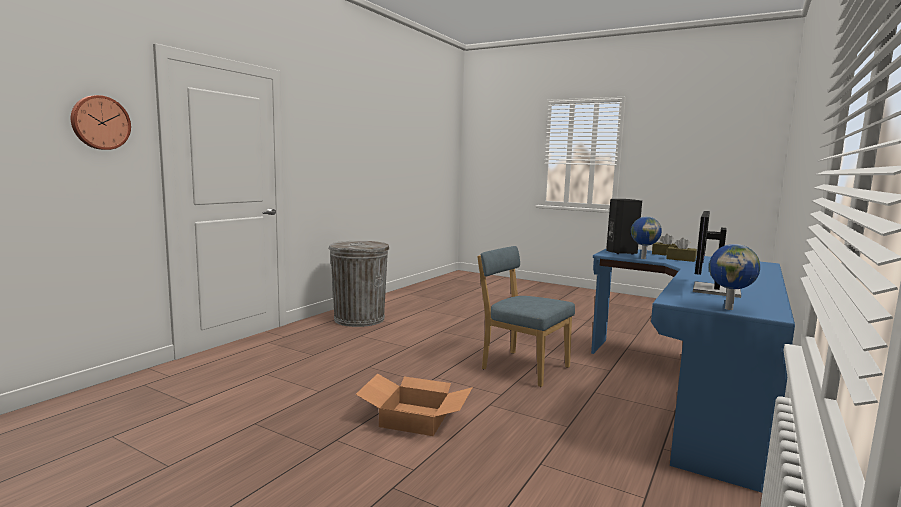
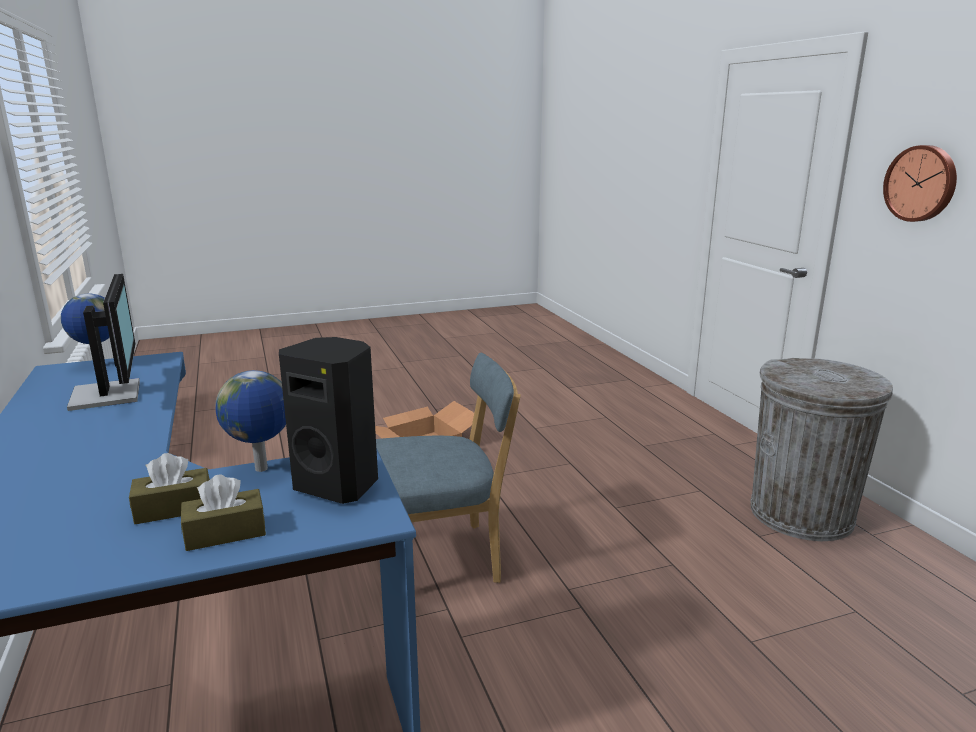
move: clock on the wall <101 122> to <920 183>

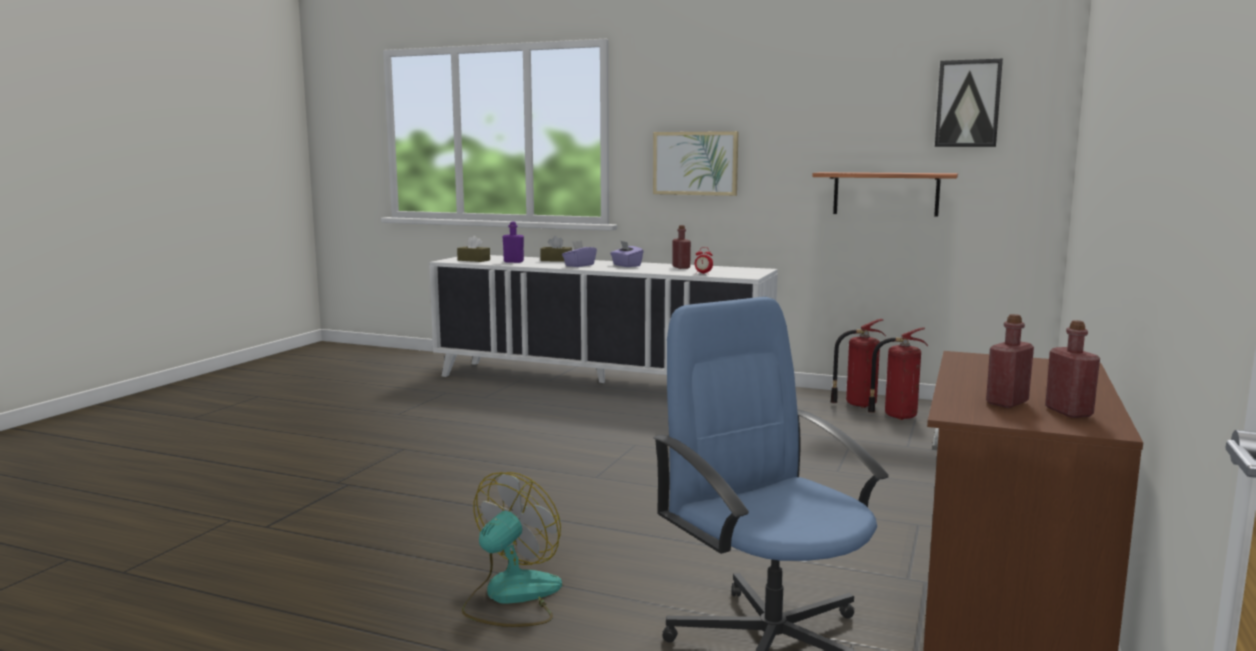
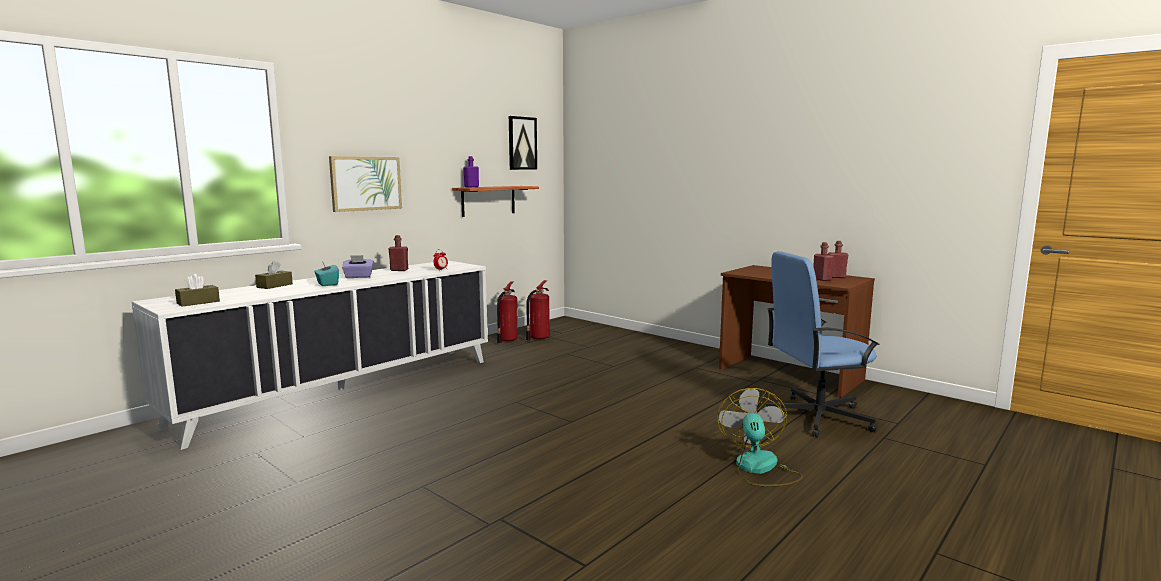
move: purple-coloured bottle <513 242> to <471 171>
recolor: purple-coloured tissue holder <579 253> to turquoise tissue holder <326 273>
rotate: fan <512 549> = <760 437> 45 degrees clockwise

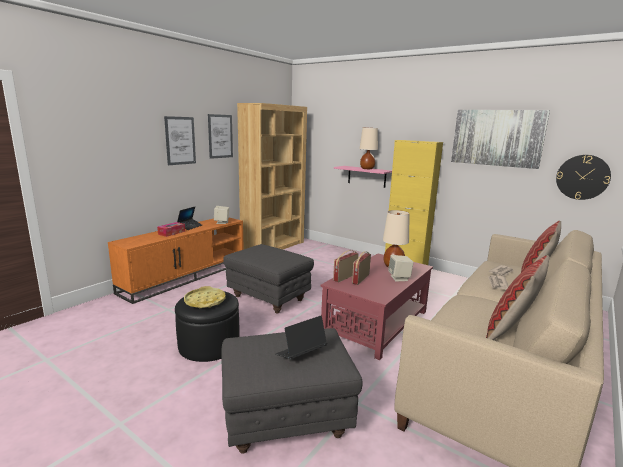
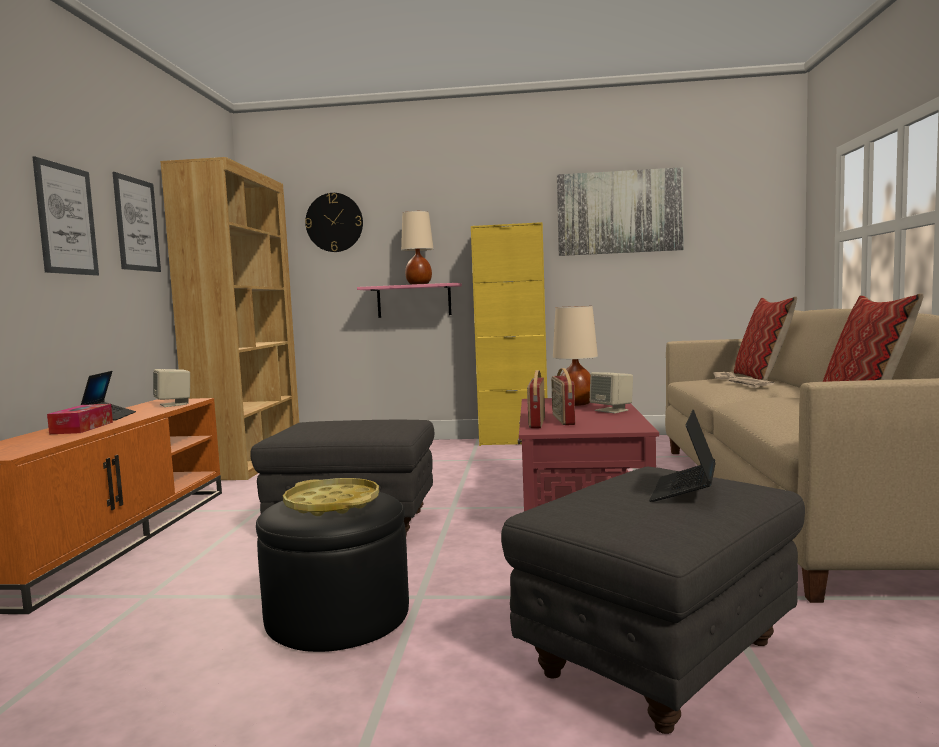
move: clock on the wall <583 177> to <334 222>

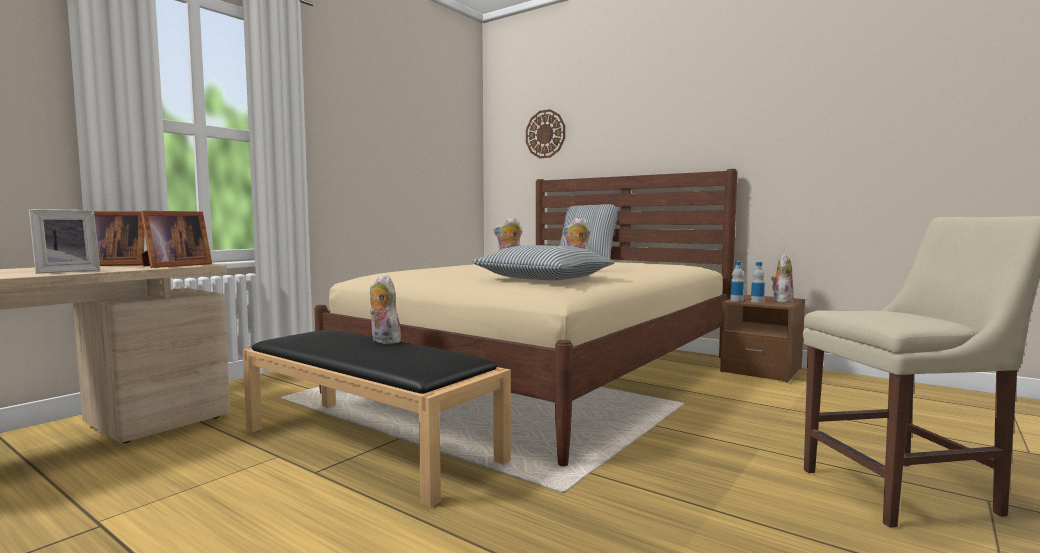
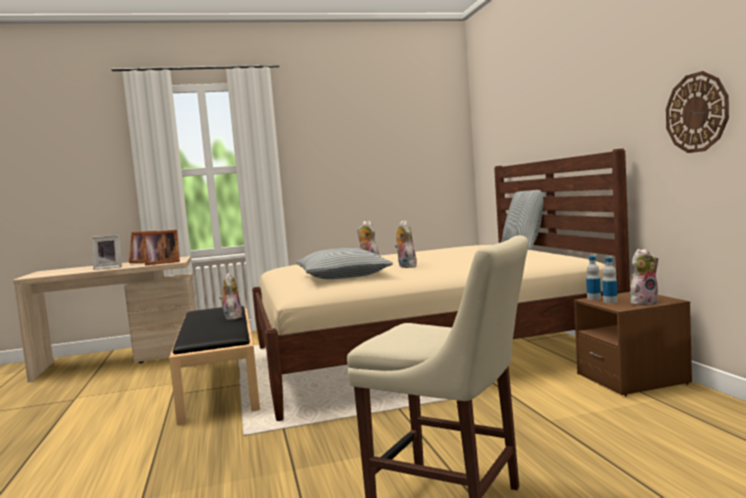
move: clock on the wall <545 133> to <697 112>

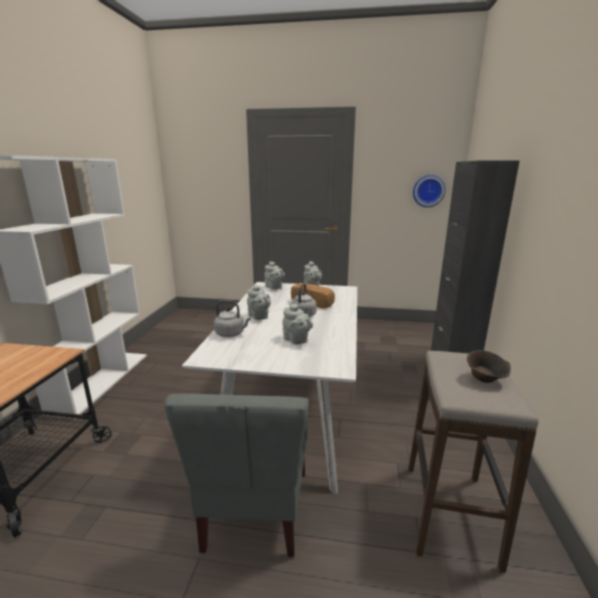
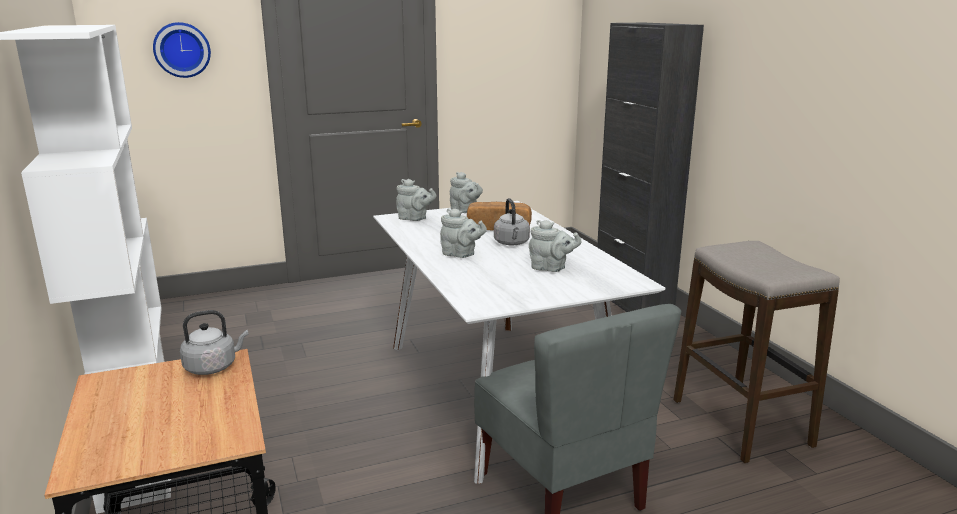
delete: brown bowl <489 366>
move: grey kettle <232 318> to <214 342>; clock on the wall <429 191> to <182 50>

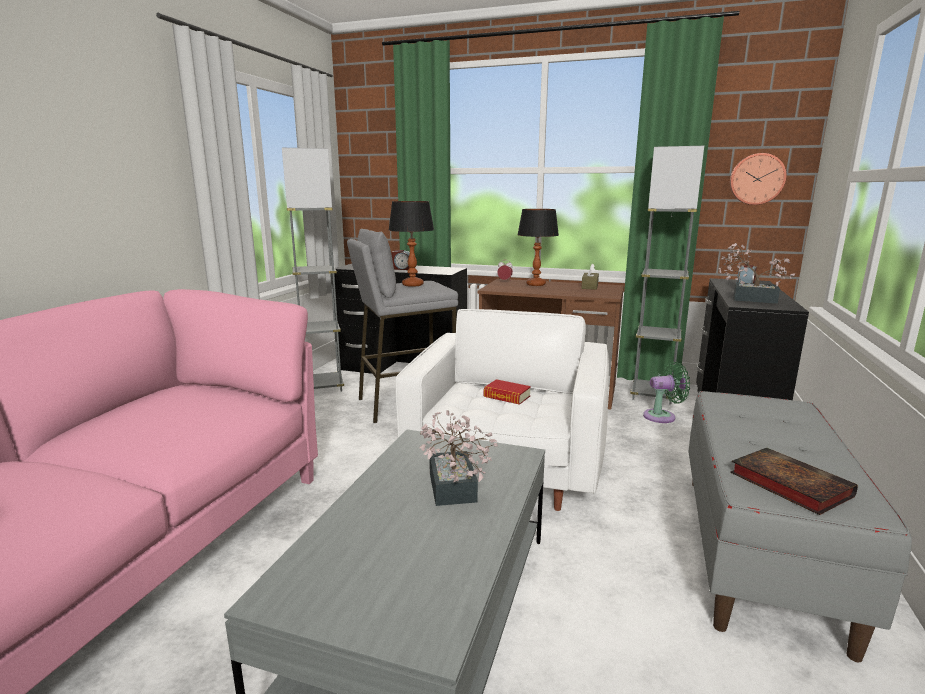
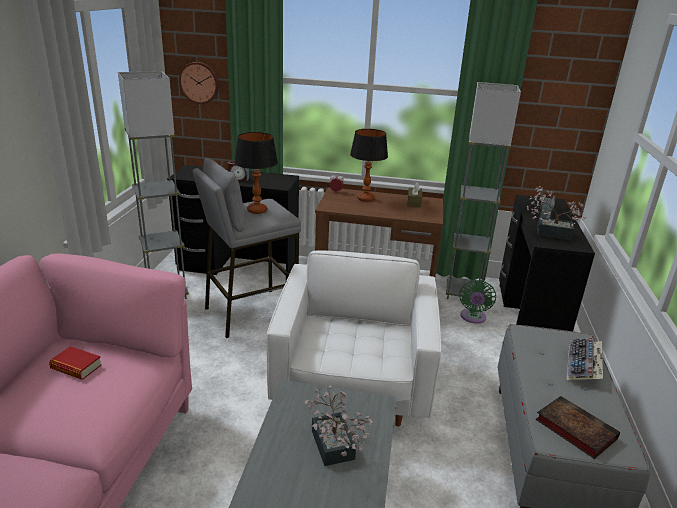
insert: computer keyboard <585 358>
move: bound book <507 392> to <75 363>; clock on the wall <758 179> to <199 83>
rotate: green-coloured fan <666 392> = <477 302> 120 degrees clockwise

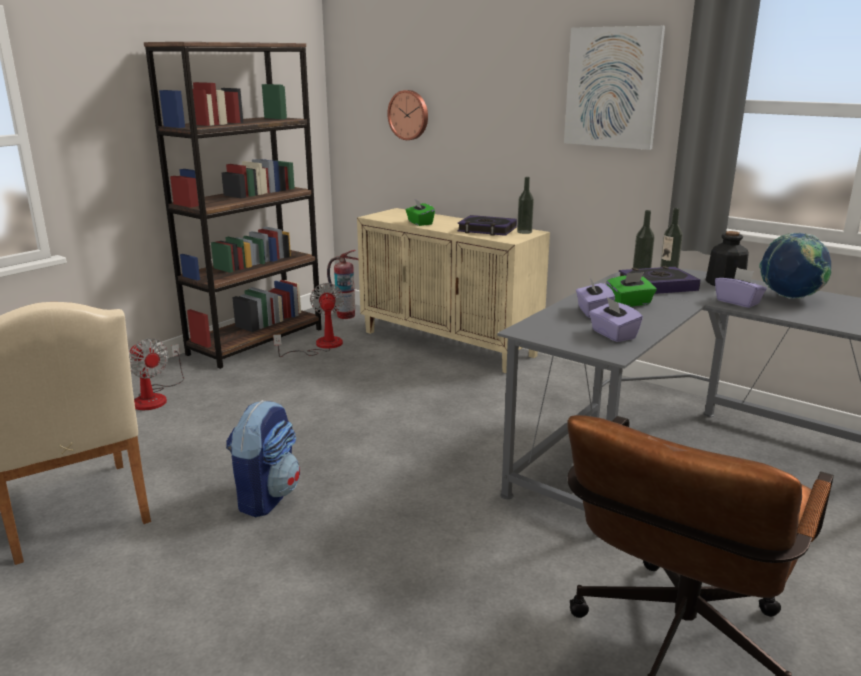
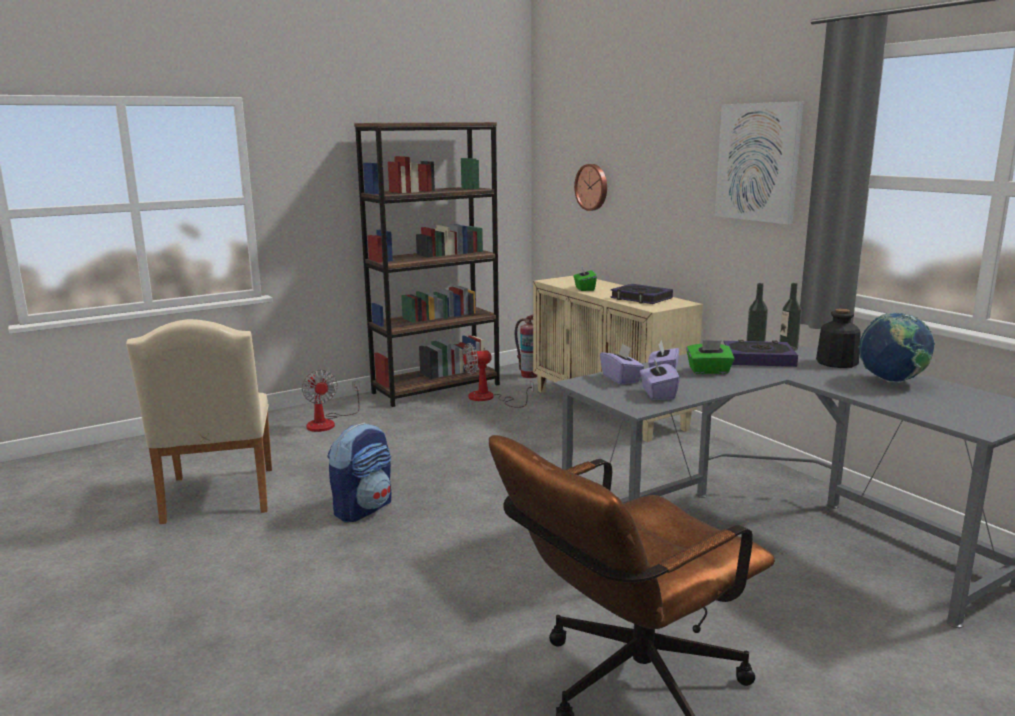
delete: bottle <525 205>
move: purple-coloured tissue holder <741 288> to <622 364>
rotate: fan <308 320> = <497 375> 120 degrees counterclockwise

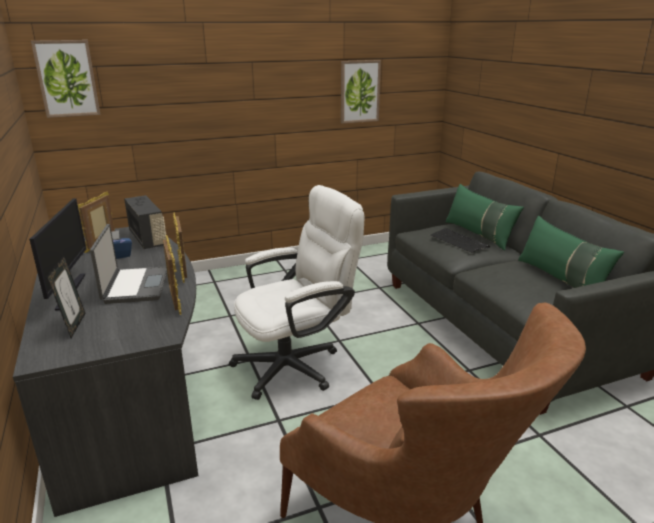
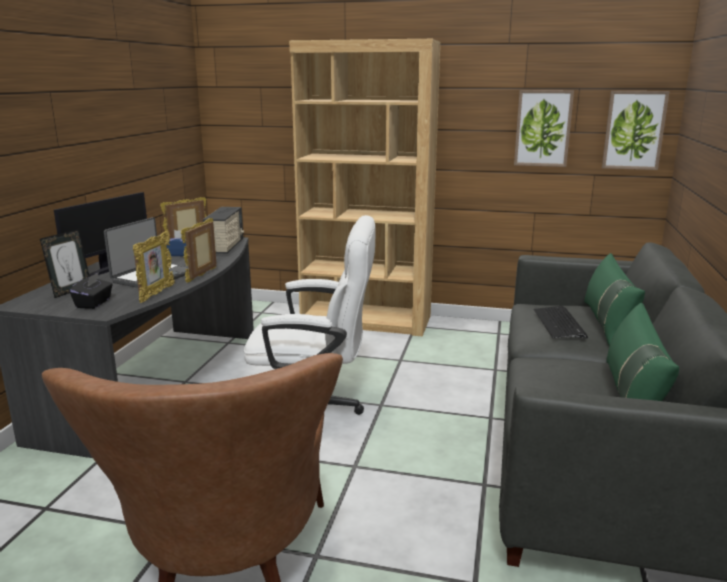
insert: blackish tissue holder <91 290>; brown shelving unit <365 188>
move: wall art <65 79> to <636 130>

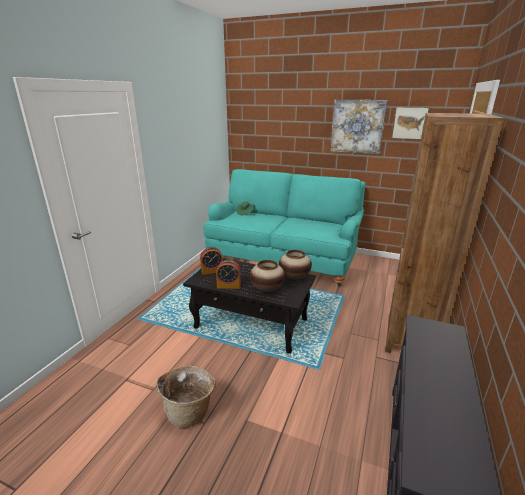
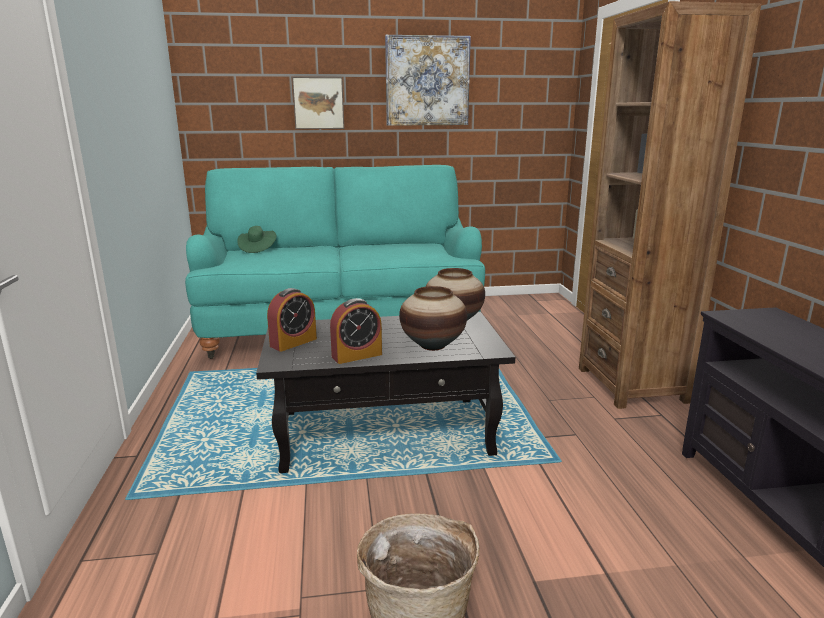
move: wall art <410 123> to <318 103>

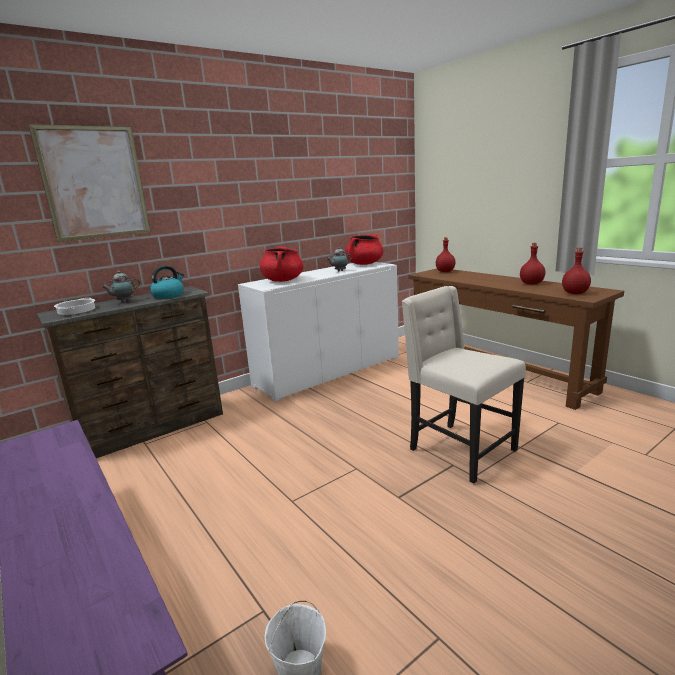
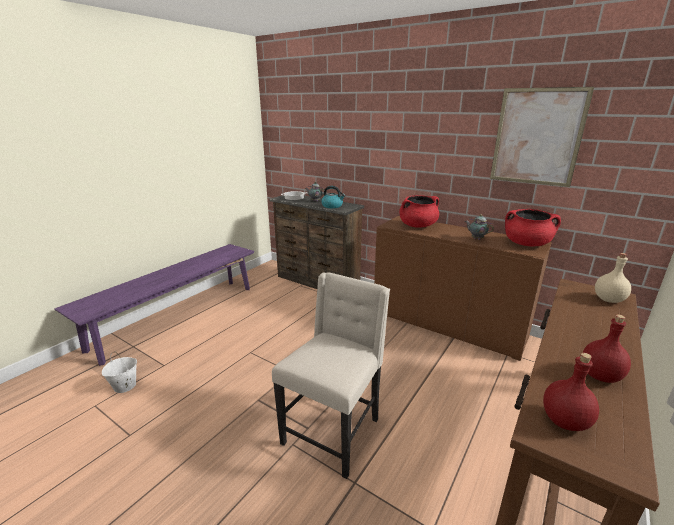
move: wall art <89 183> to <542 137>
recolor: white-coloured cupboard <318 331> to brown cupboard <463 288>; red bottle <445 254> to beige-coloured bottle <613 278>

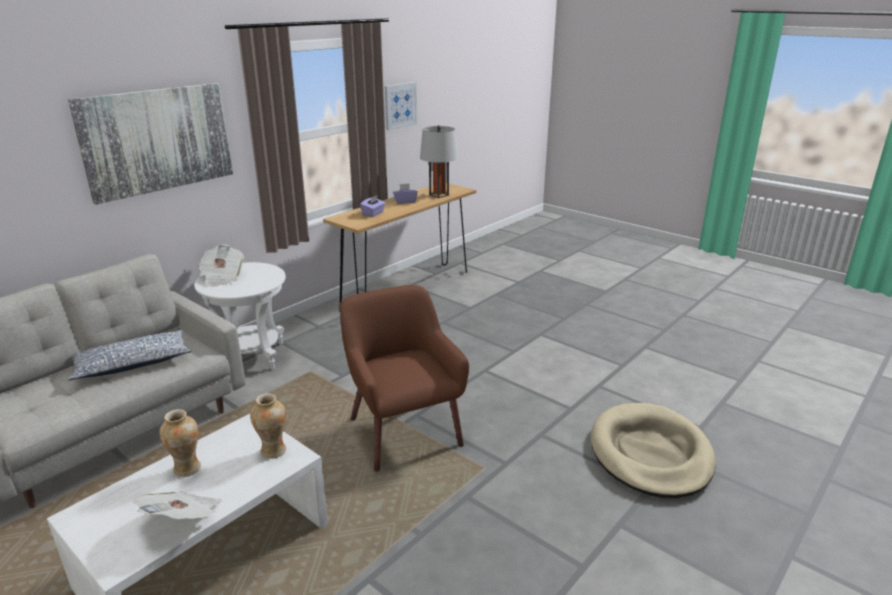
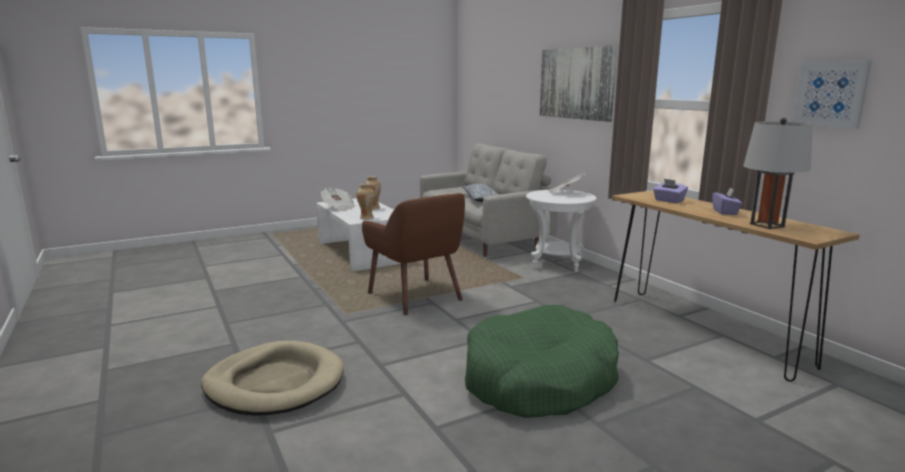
insert: green-coloured pet bed <542 361>
rotate: brown armchair <404 378> = <413 254> 60 degrees clockwise

